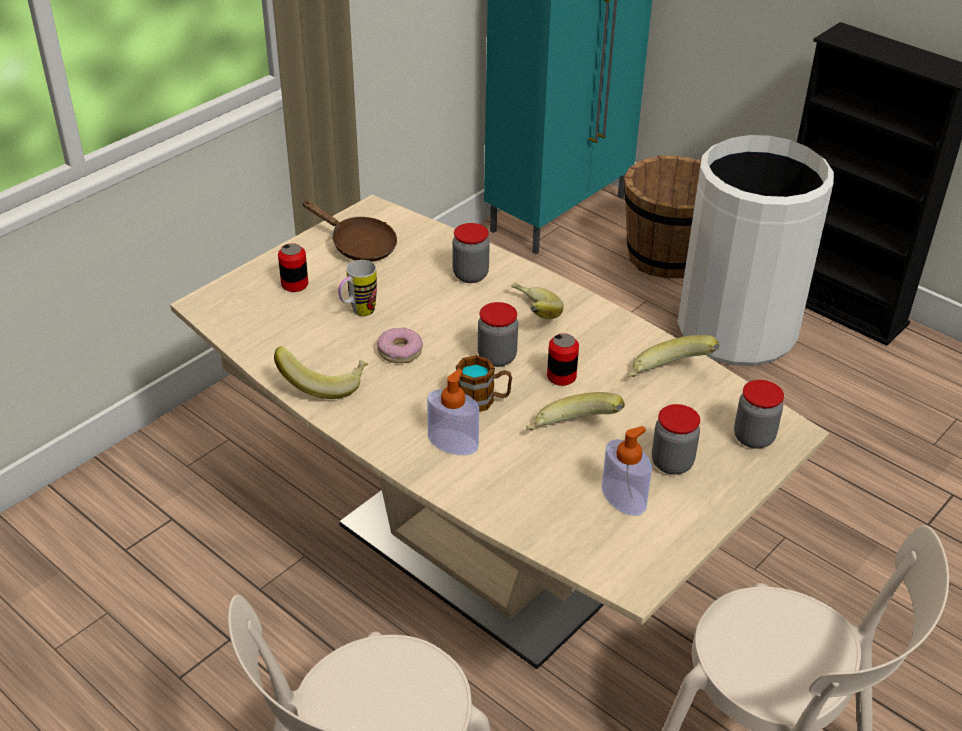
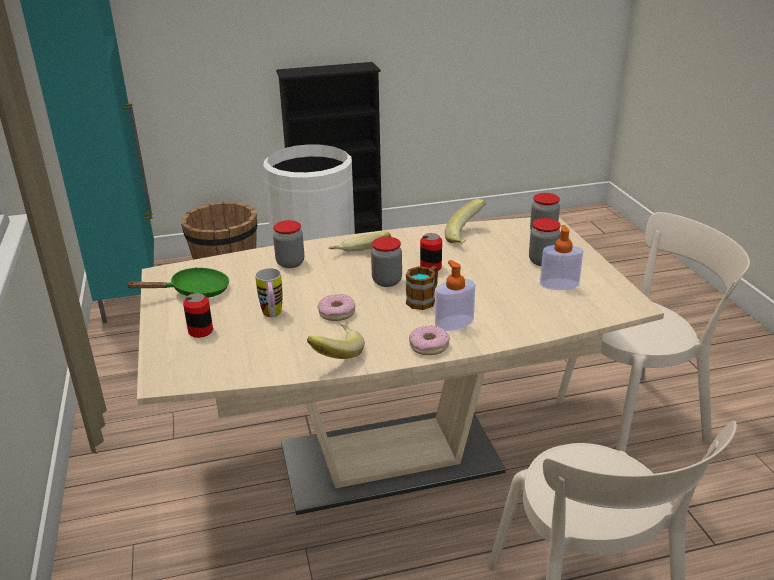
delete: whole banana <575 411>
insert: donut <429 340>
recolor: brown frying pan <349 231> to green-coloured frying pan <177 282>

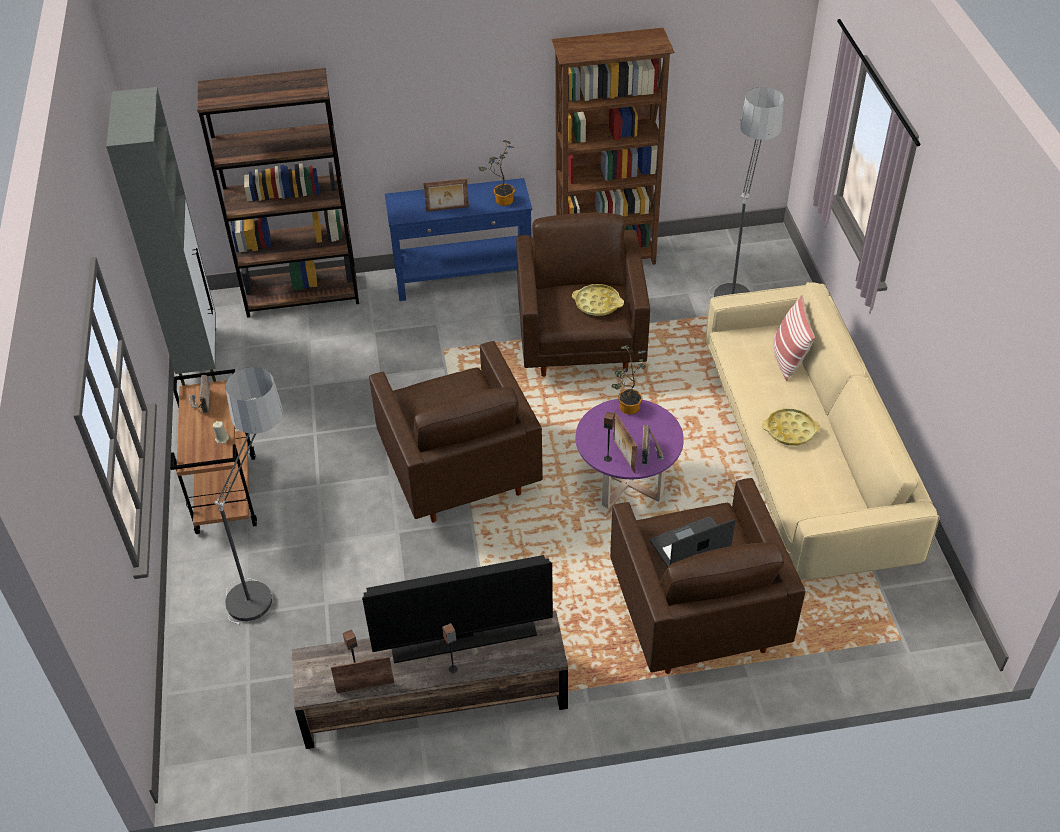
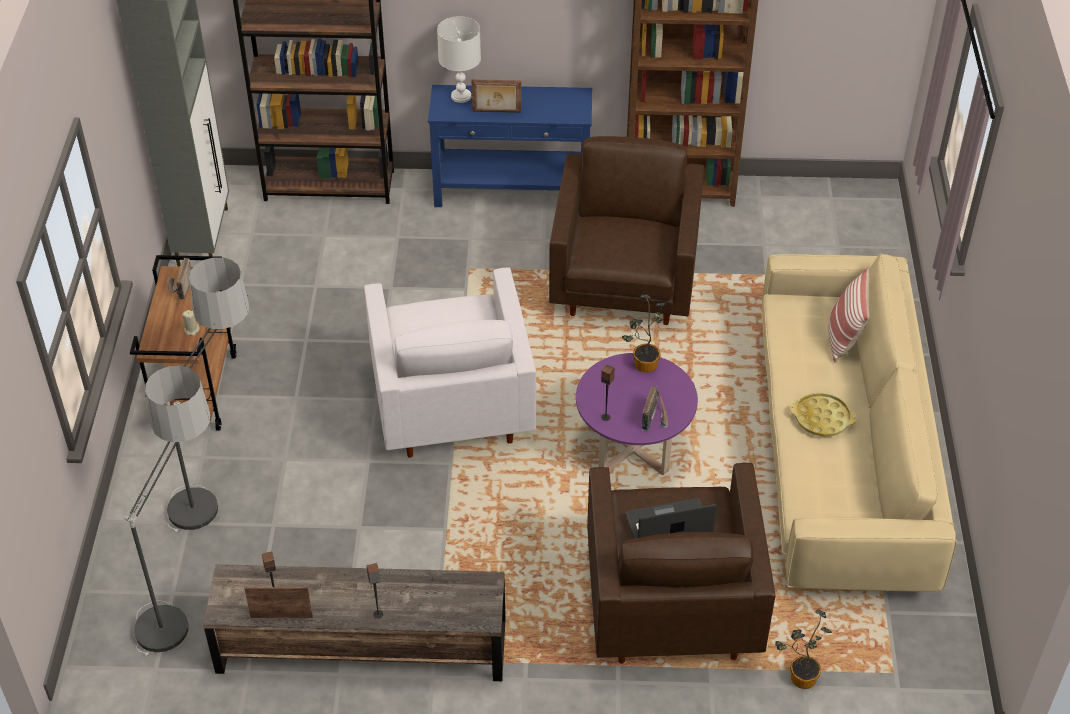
delete: TV <457 609>; yellowish tray <598 300>; photo frame <625 442>
insert: white-coloured tabletop lamp <459 59>
move: potted plant <496 173> to <803 649>; standard lamp <746 192> to <167 510>
recolor: brown armchair <456 432> to white-coloured armchair <450 363>

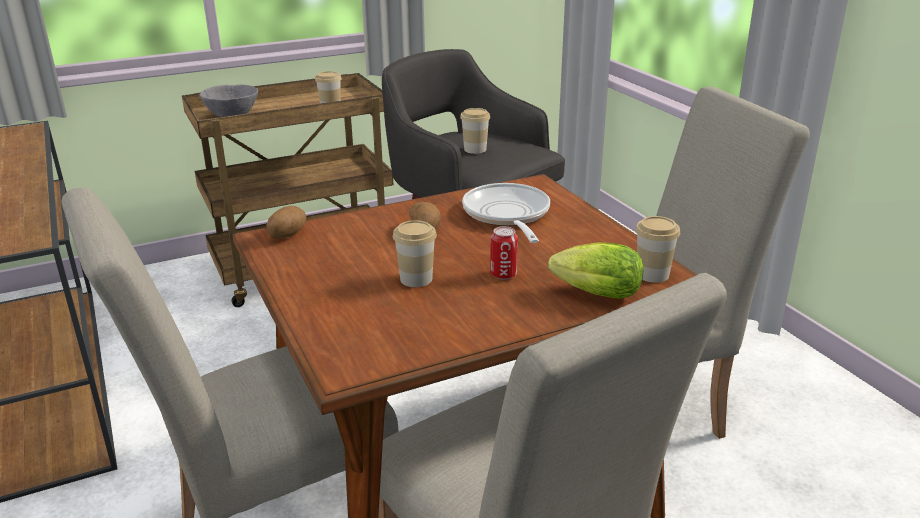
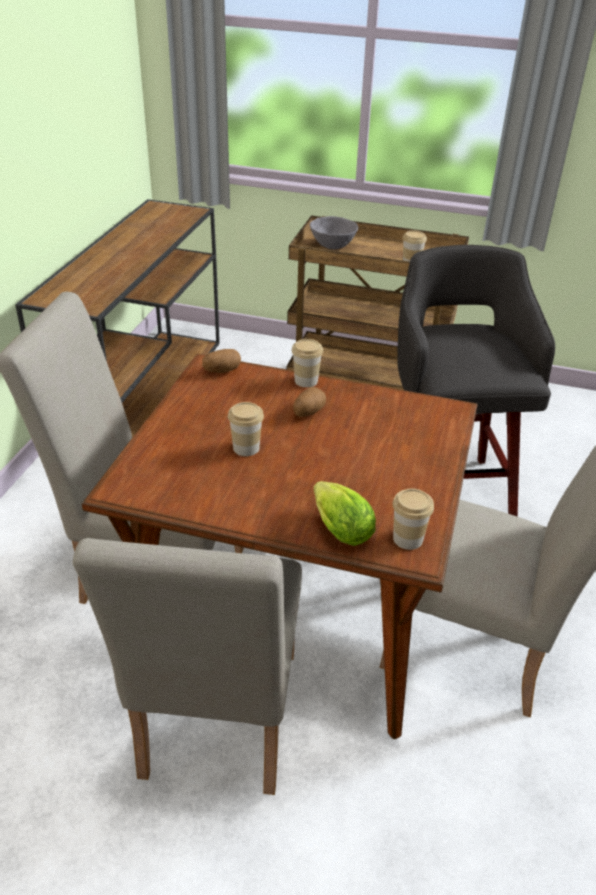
delete: frying pan <506 213>; metal can <504 253>
move: cup <475 131> to <307 363>

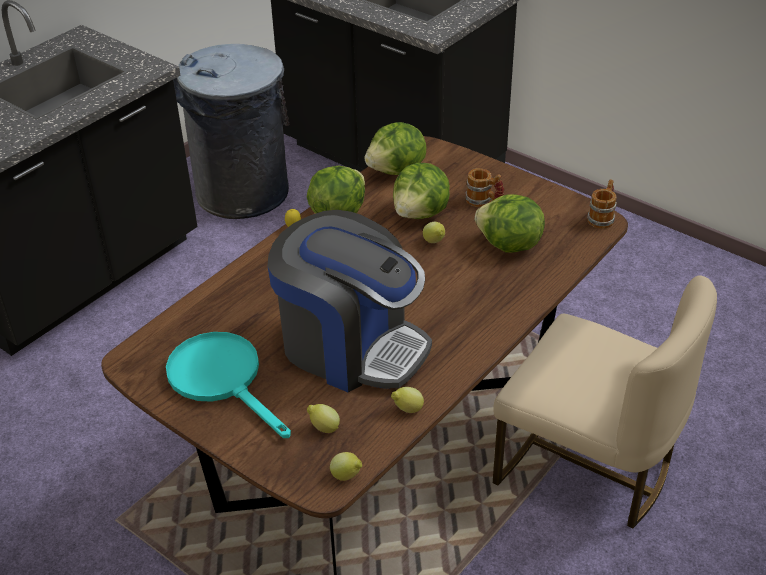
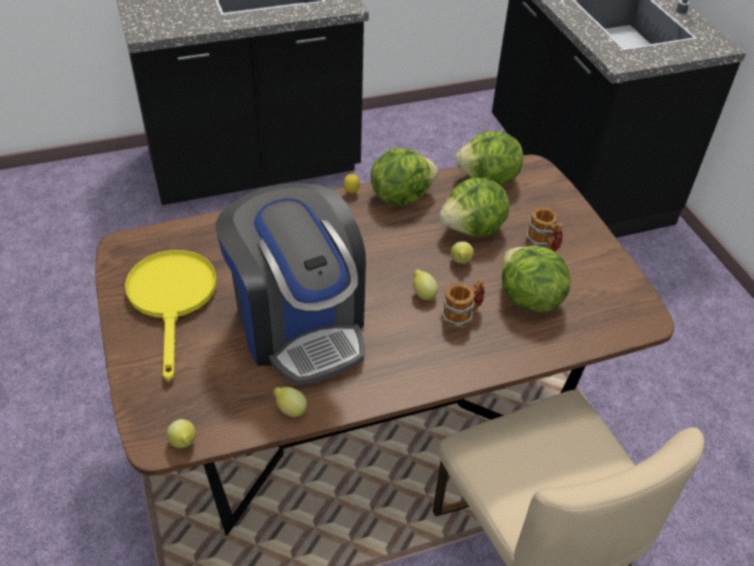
delete: grey waste bin <231 131>
move: whole lemon <323 418> to <425 284>; mug <602 204> to <463 304>
recolor: turquoise frying pan <228 385> to yellowish frying pan <171 315>

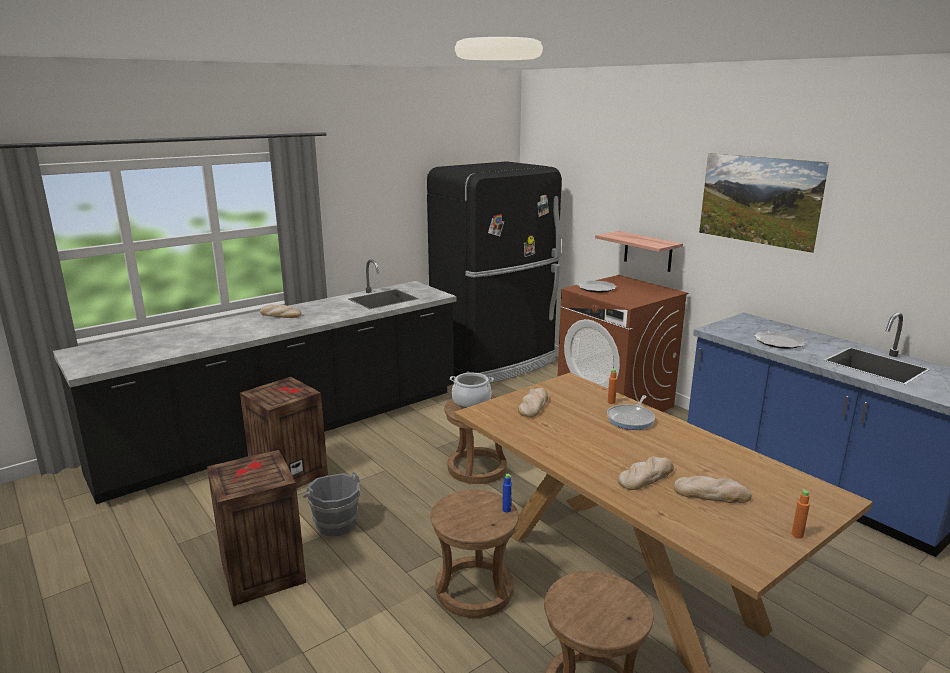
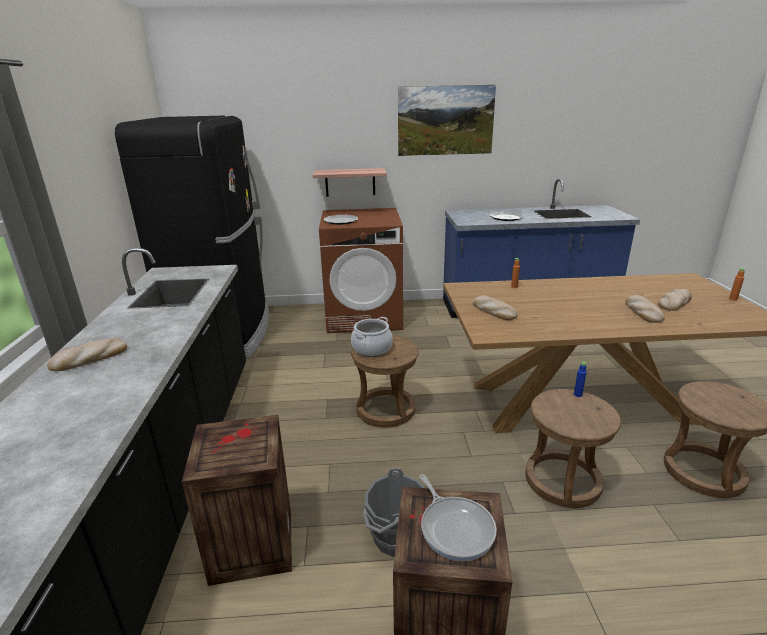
move: frying pan <631 412> to <458 517>

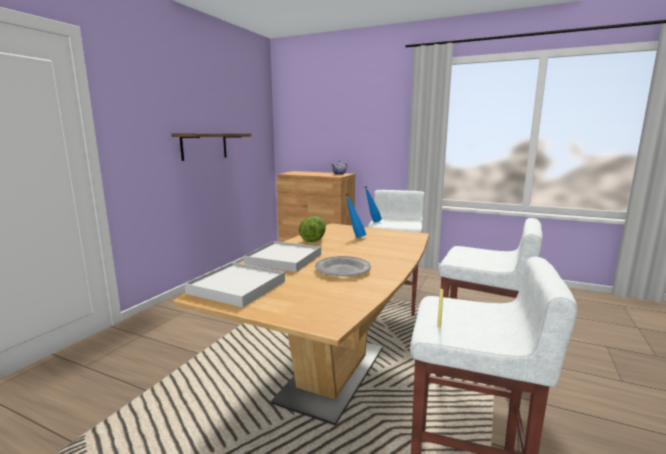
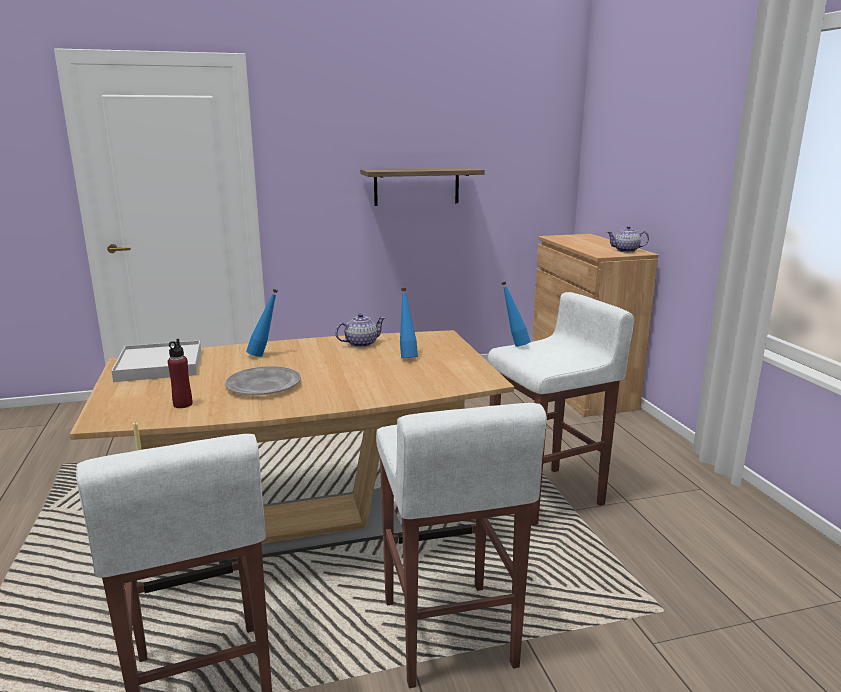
insert: red bottle <180 373>
replace: white-coloured tray <282 256> to blue-coloured bottle <262 323>; lettuce <312 229> to teapot <360 330>

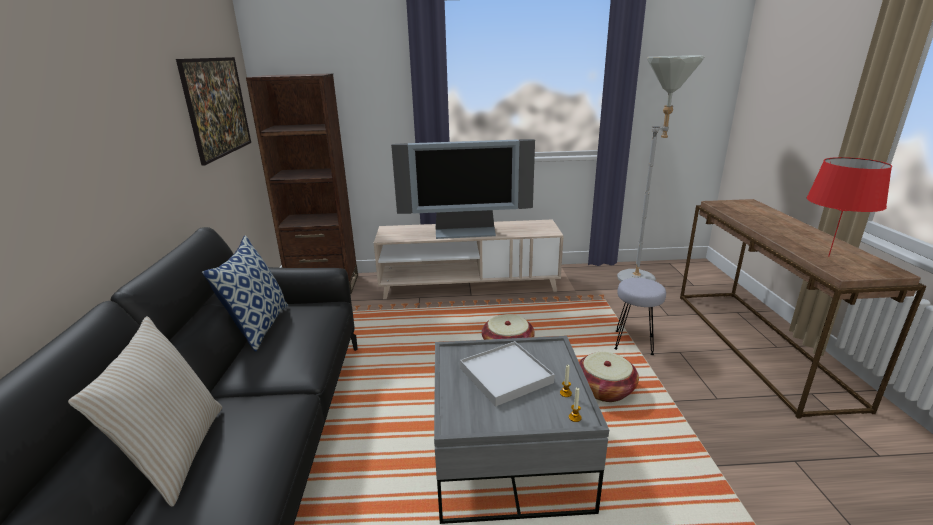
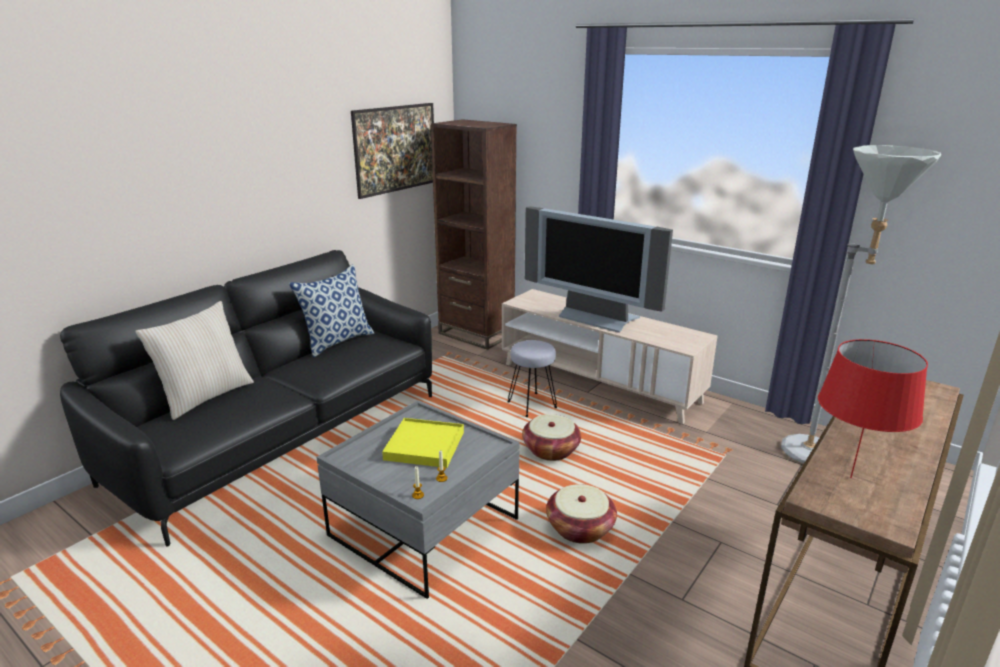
move: grey sitting stool <640 316> to <532 378>
recolor: white-coloured tray <507 374> to yellowish tray <423 443>

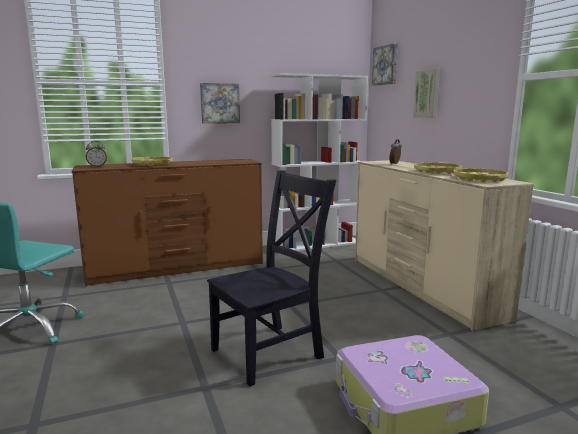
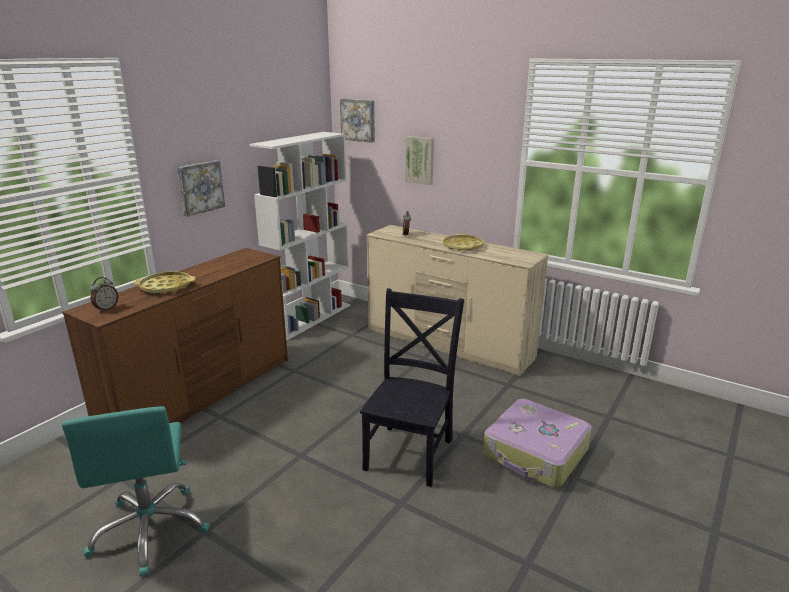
delete: yellowish tray <481 175>

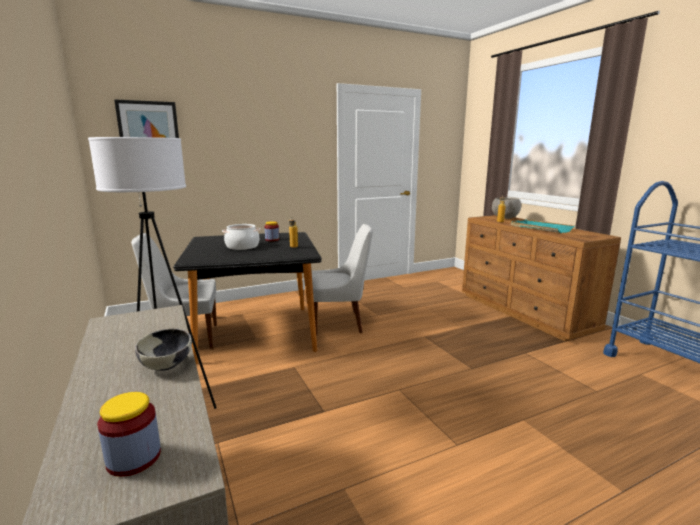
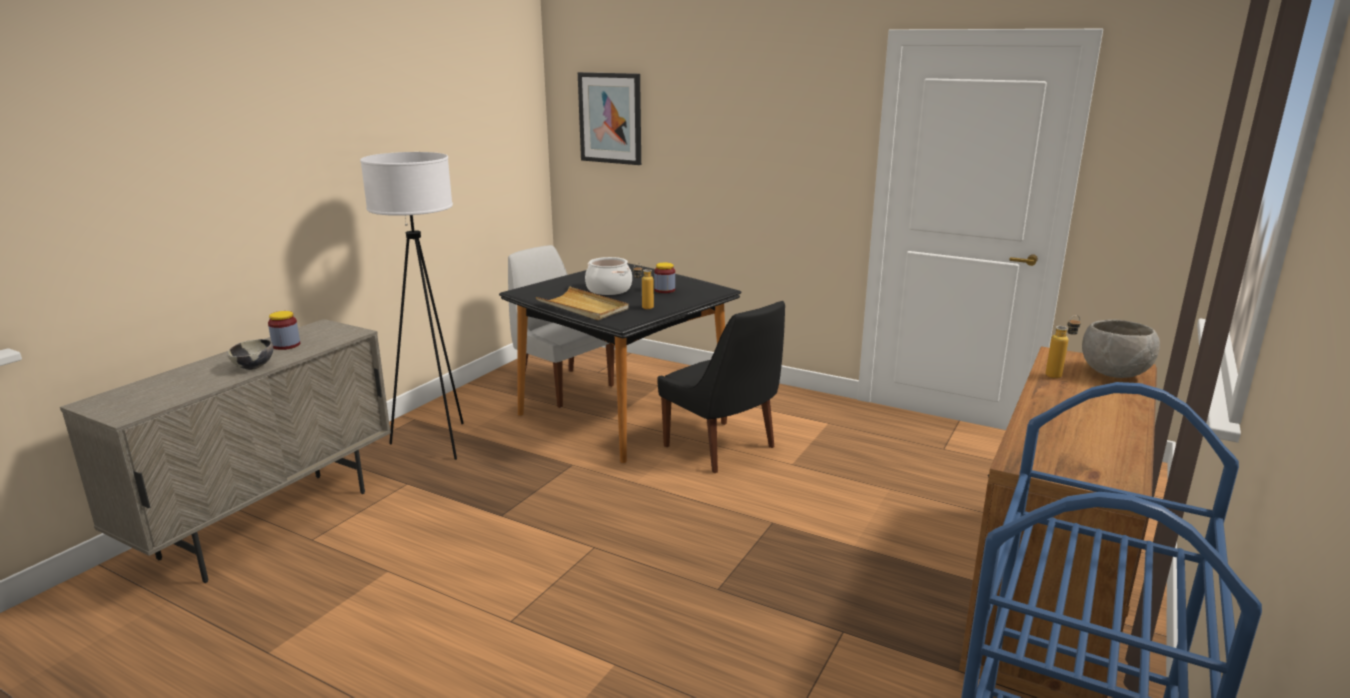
delete: turquoise tray <543 226>
insert: beige-coloured tray <582 303>
move: jar <129 434> to <284 330>
recolor: white-coloured plain chair <342 279> to blackish plain chair <721 387>

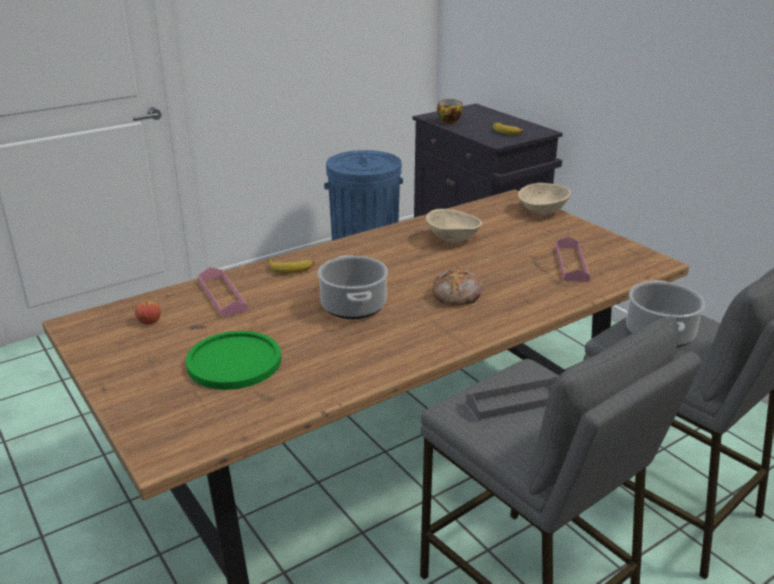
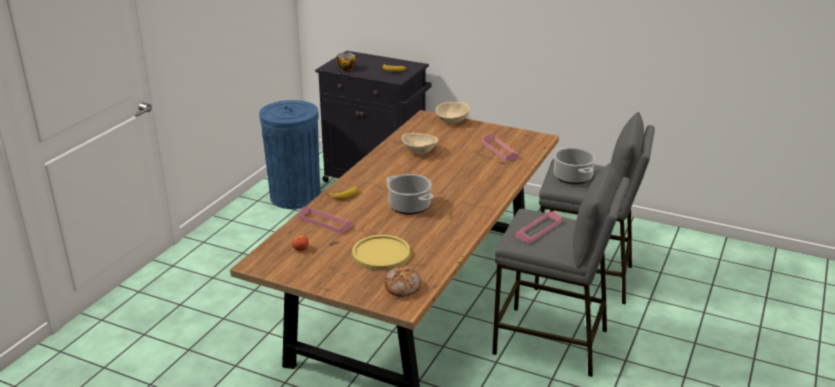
move: baked bread <457 286> to <403 281>
recolor: green-coloured flat dish <233 360> to yellowish flat dish <381 253>; grey tray <512 398> to pinkish tray <538 227>

